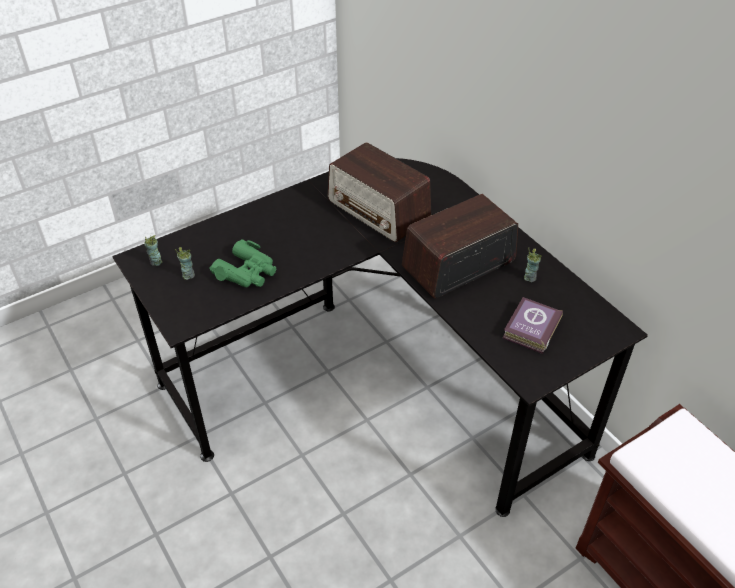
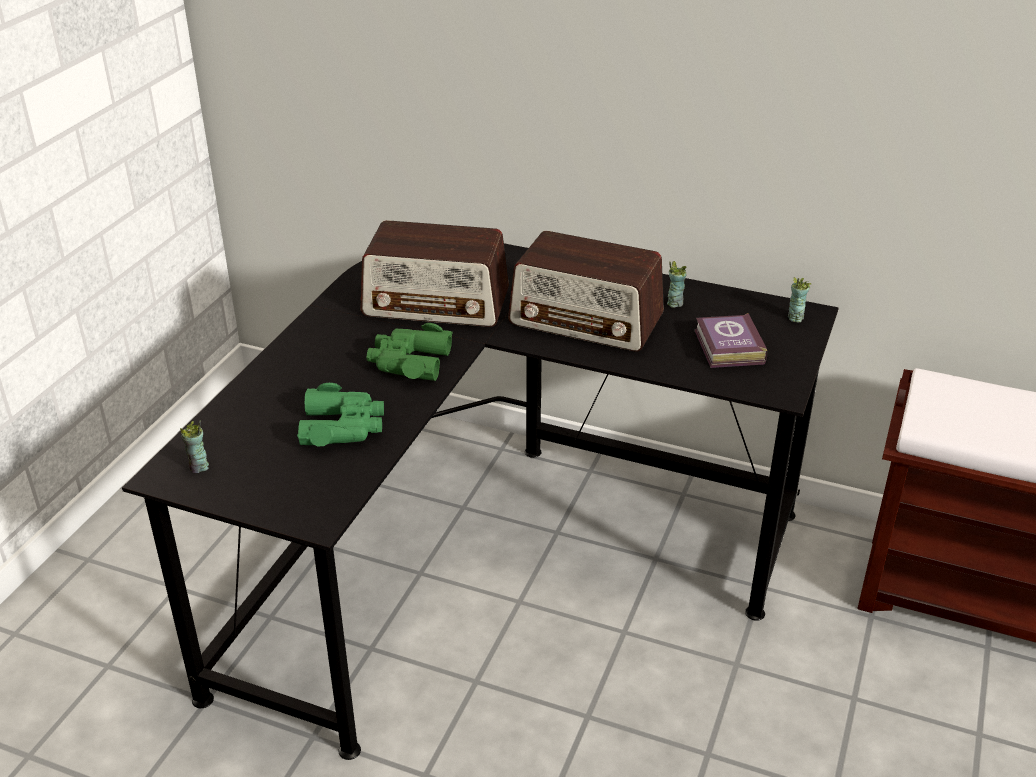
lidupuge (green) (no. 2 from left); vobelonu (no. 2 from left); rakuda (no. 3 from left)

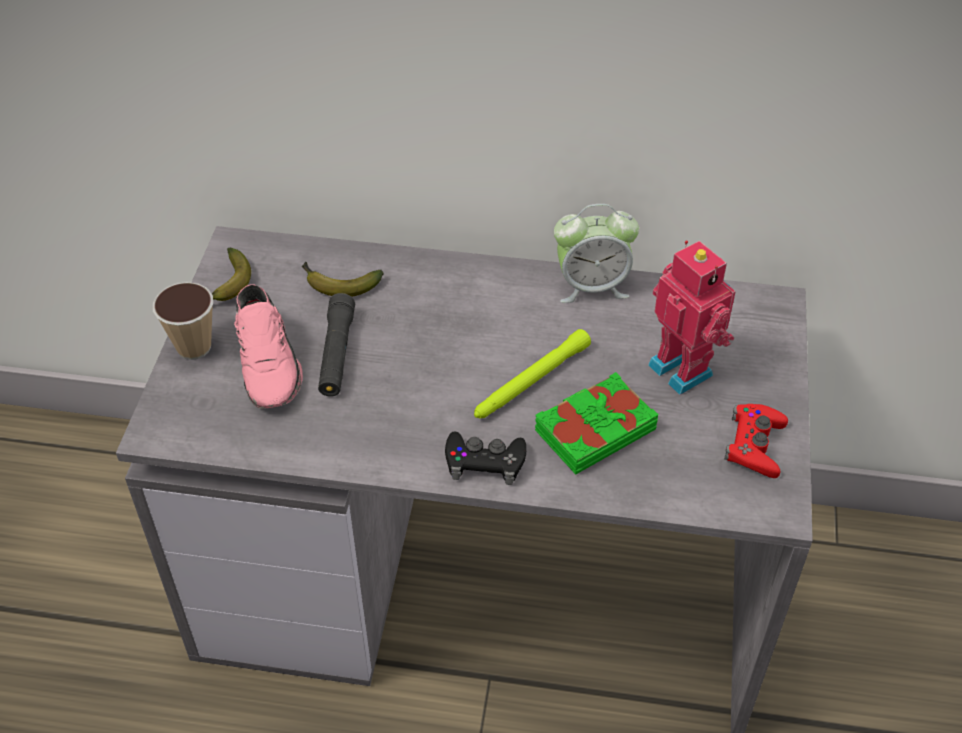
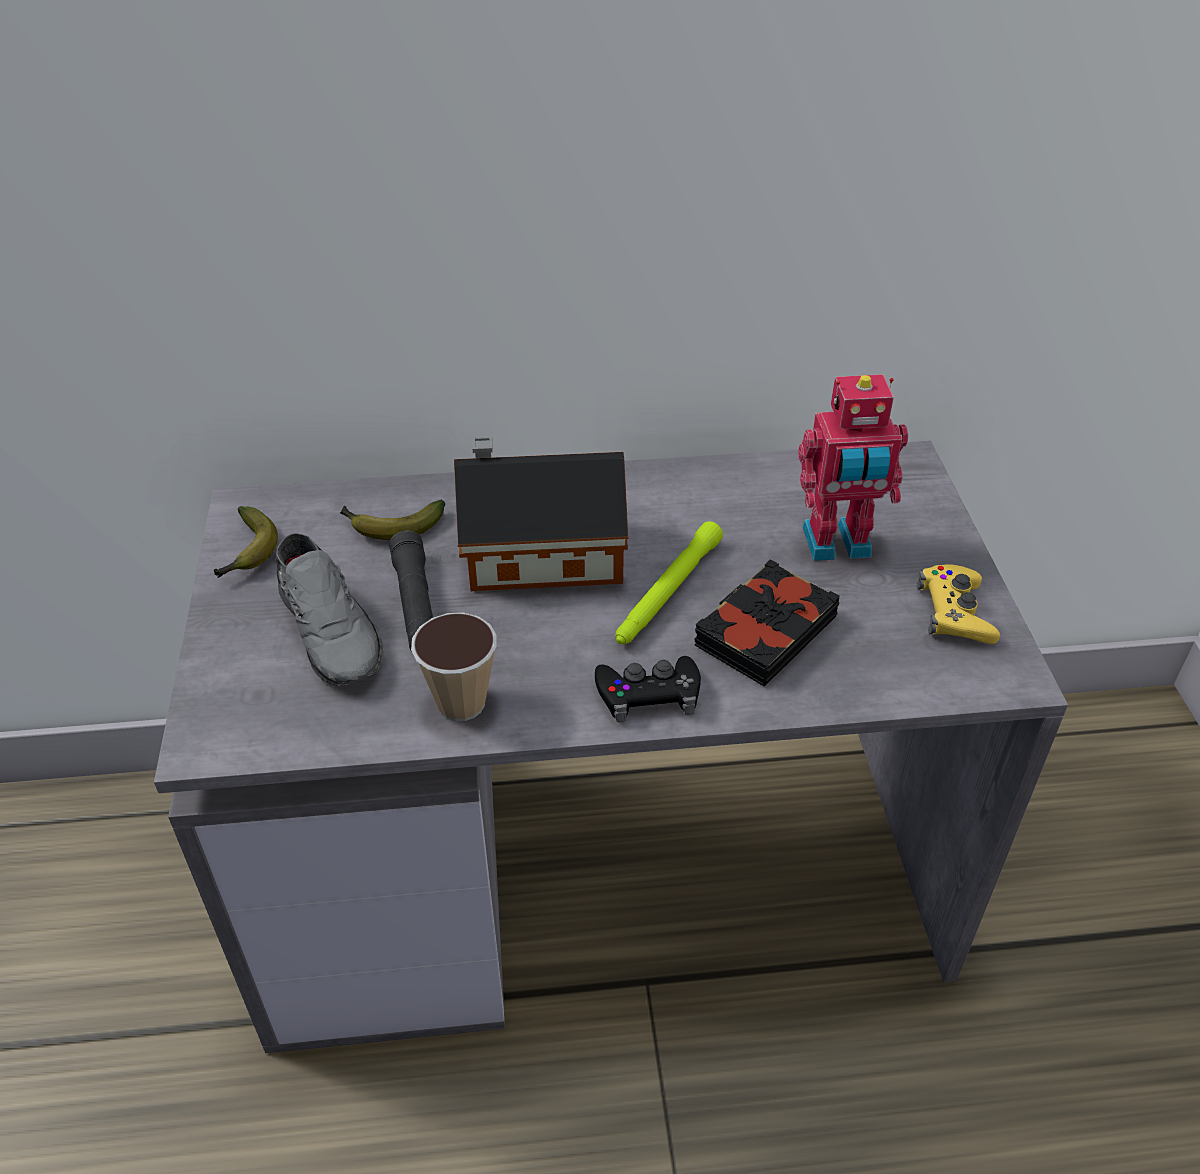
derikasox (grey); rakuda; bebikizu; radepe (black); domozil; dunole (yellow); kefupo

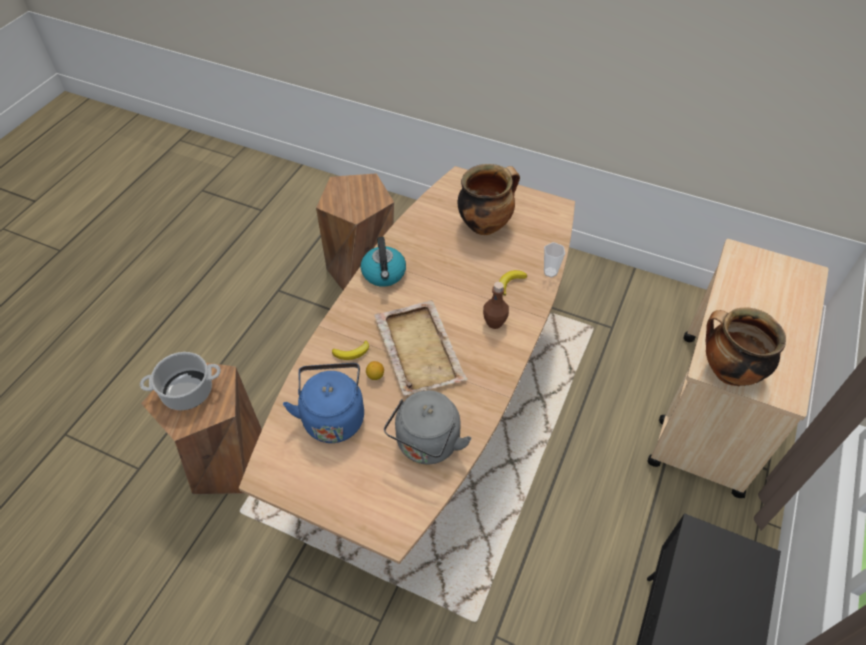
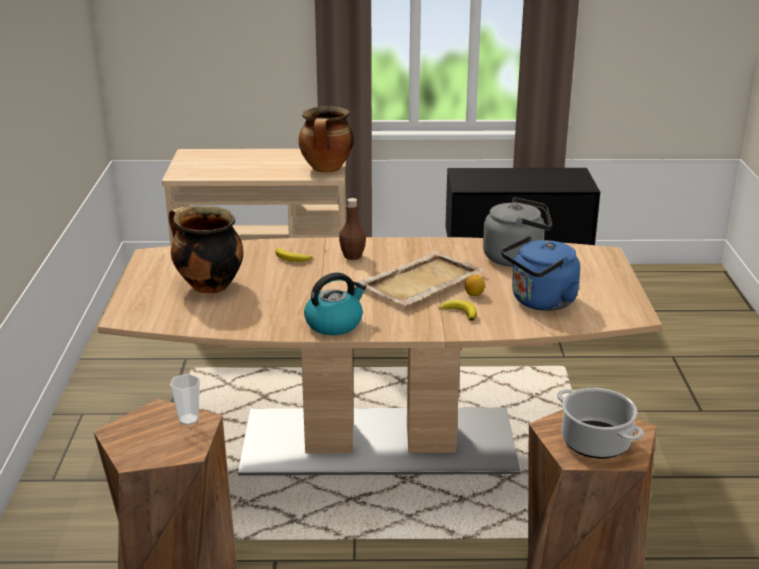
rakuda

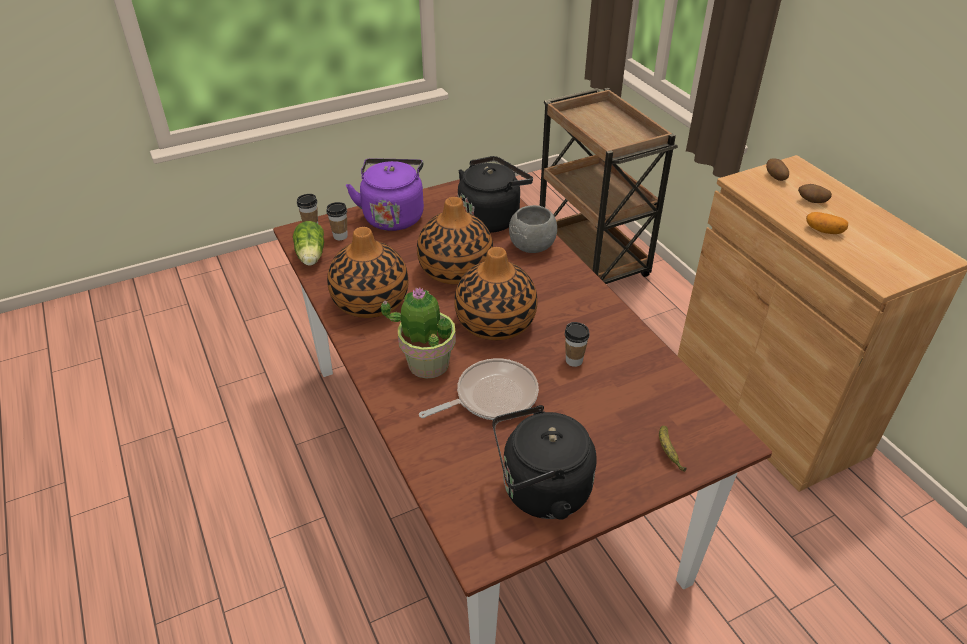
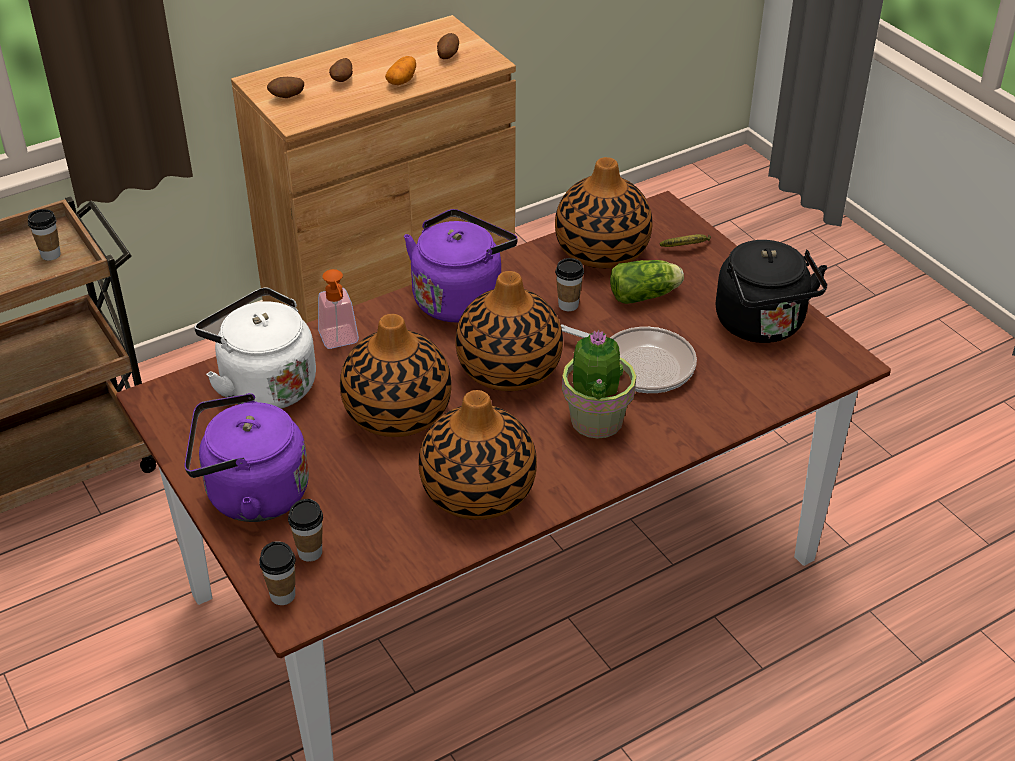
rakuda (no. 1 from left); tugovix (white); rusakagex; tugovix (purple) (no. 2 from left); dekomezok (no. 4 from left); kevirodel (no. 4 from left); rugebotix; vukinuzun

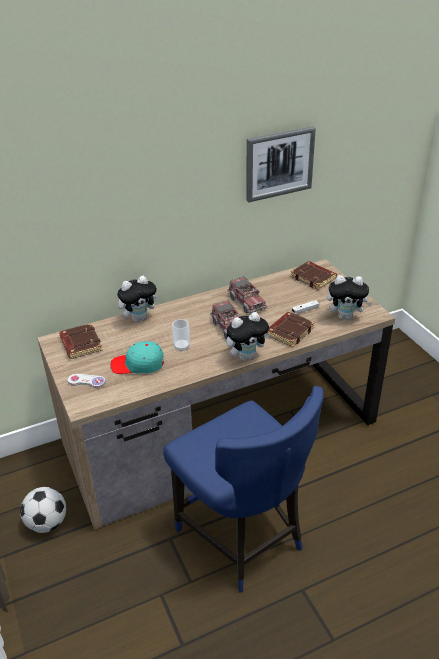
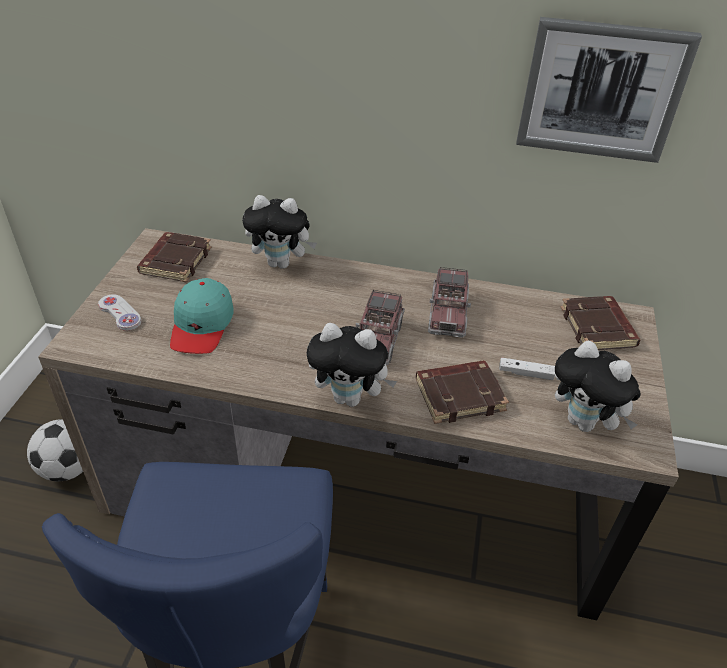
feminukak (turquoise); rakuda

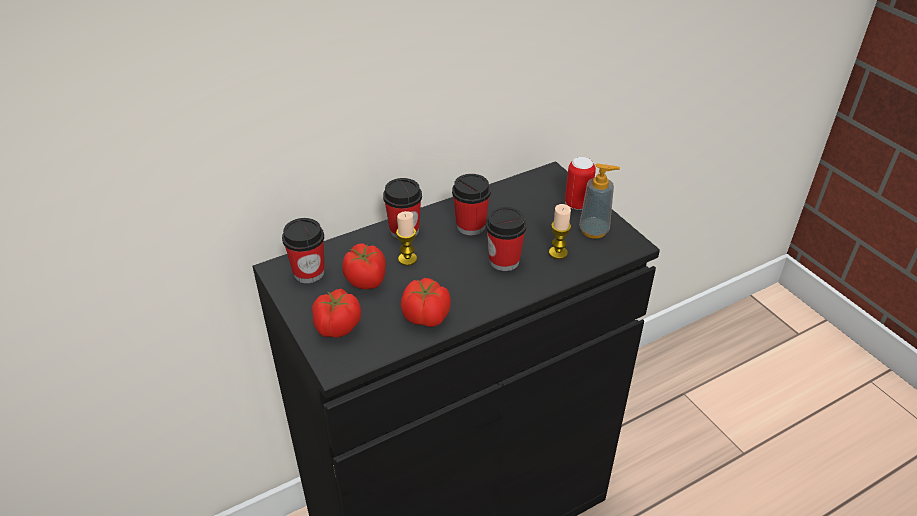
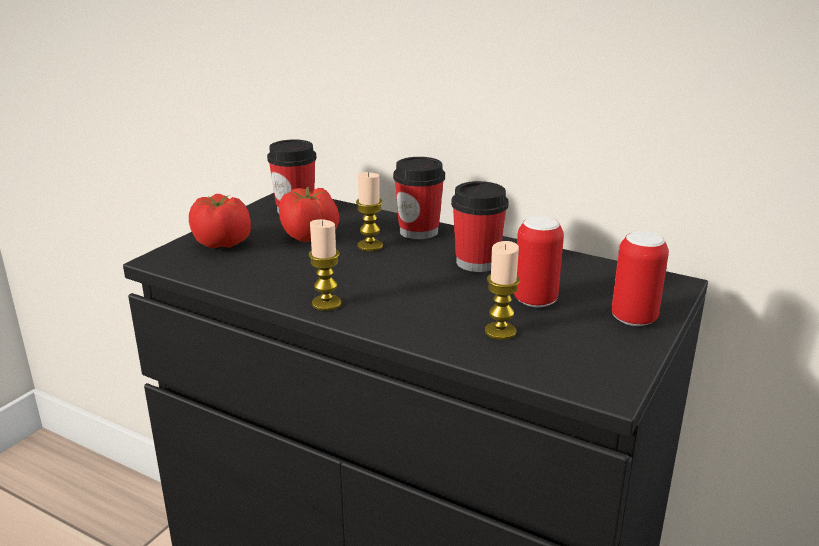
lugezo (no. 1 from left); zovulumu (no. 1 from left); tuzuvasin (no. 3 from left in the first image); rakuda (no. 4 from left in the first image); rusakagex

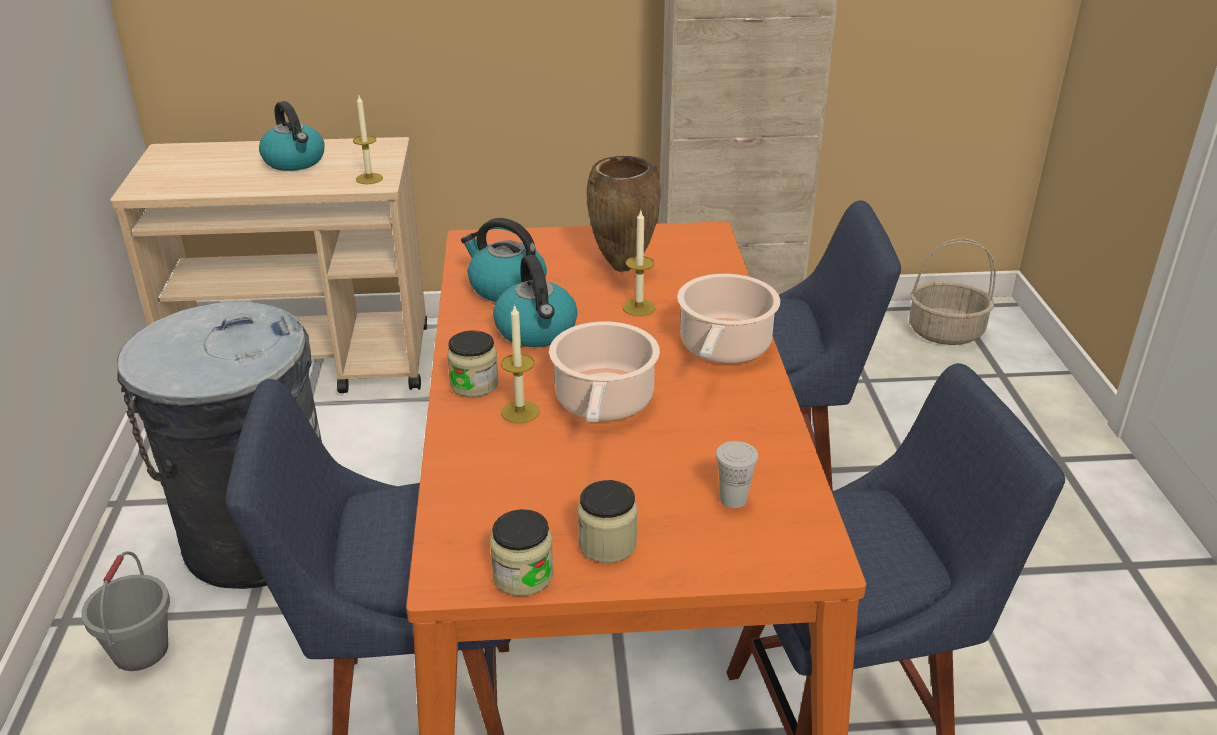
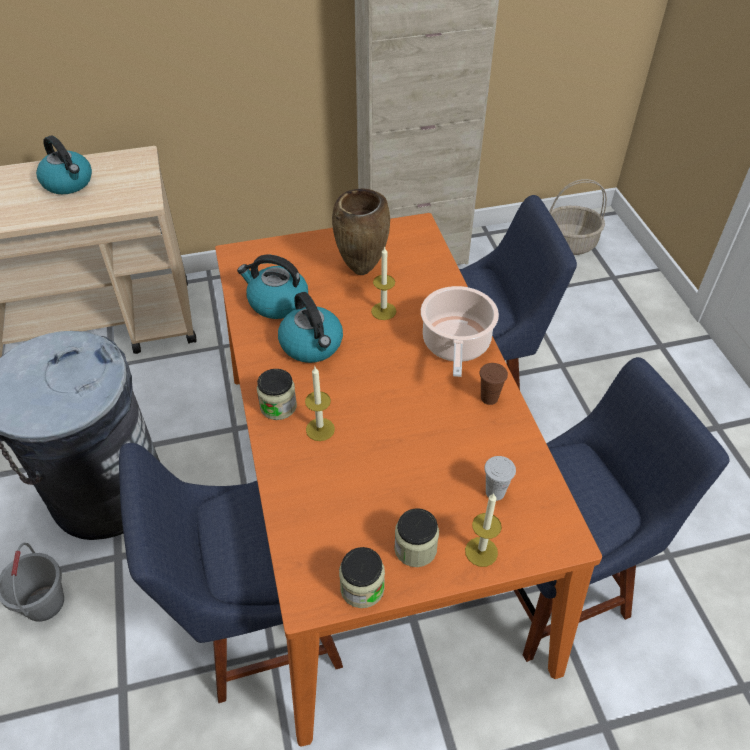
lugezo (no. 3 from left); rakuda (brown); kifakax (no. 1 from left in the first image)

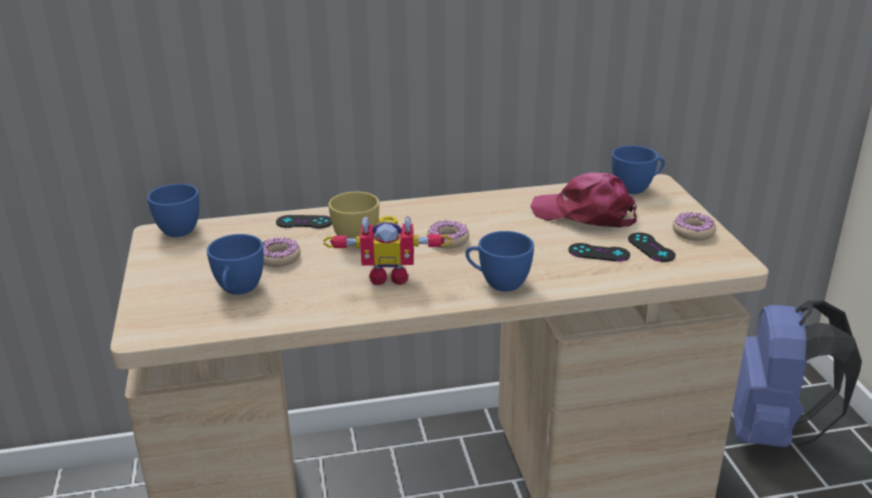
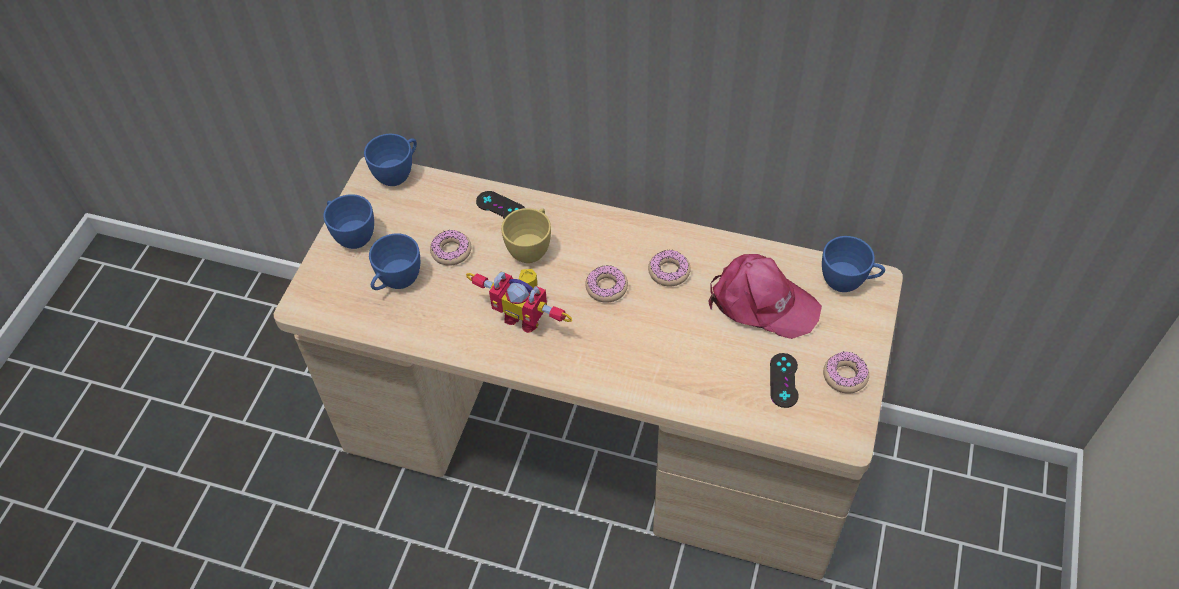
rakuda (blue) (no. 1 from left); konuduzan (no. 3 from left); feminukak (pink); dunole (black) (no. 2 from left in the first image); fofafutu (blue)

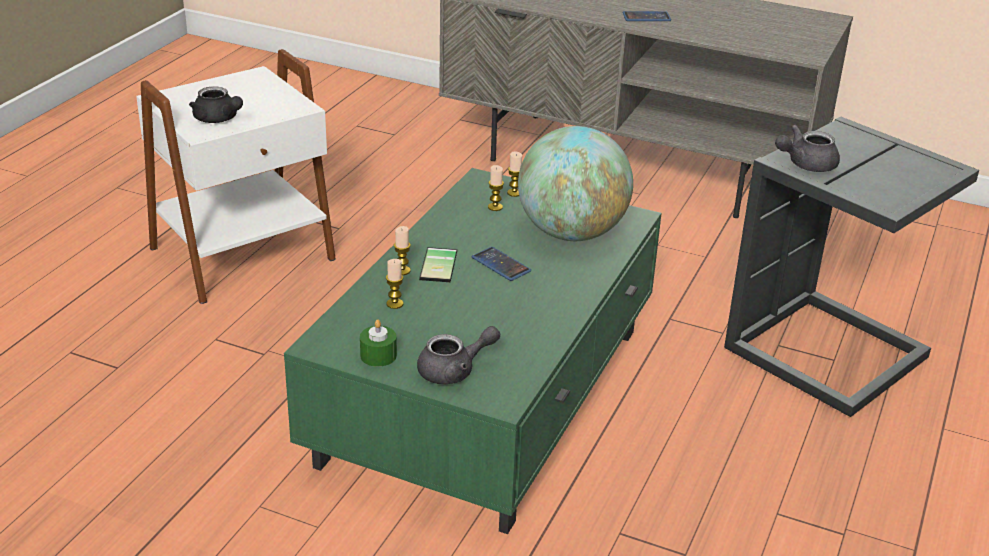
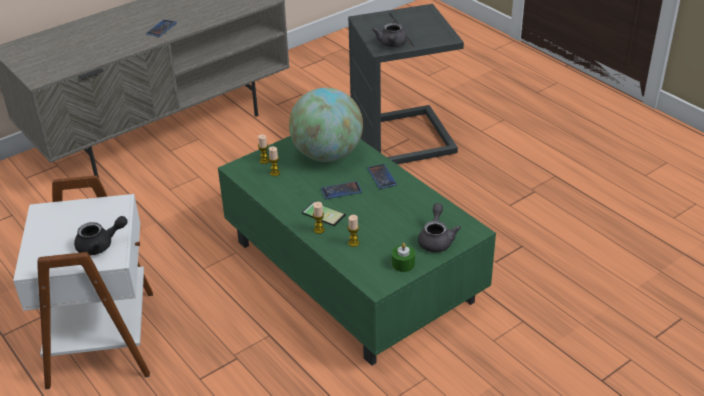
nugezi (no. 4 from left)

